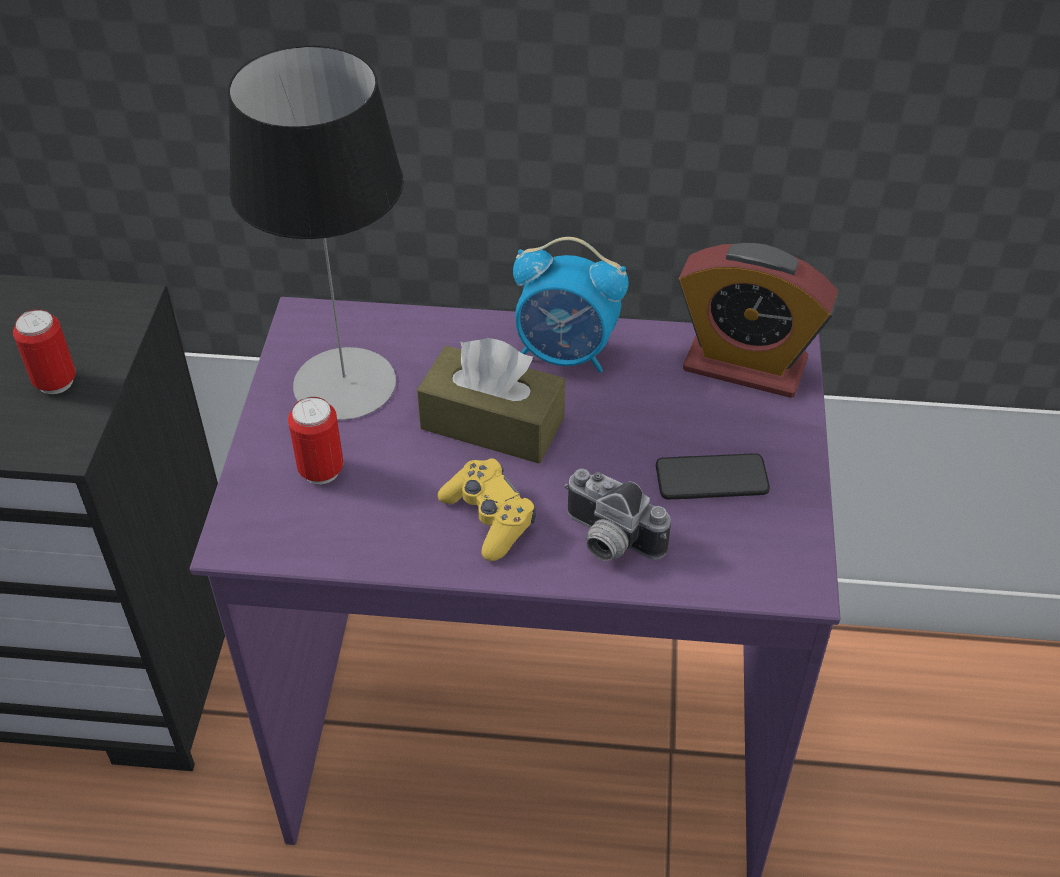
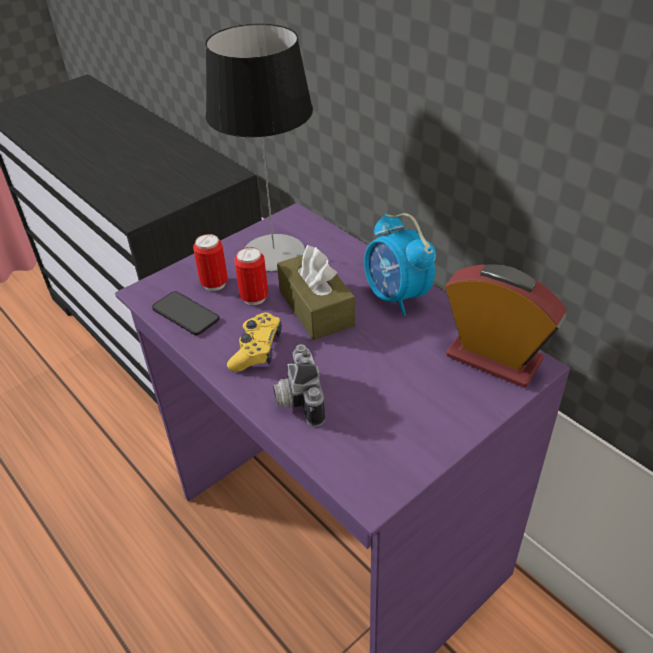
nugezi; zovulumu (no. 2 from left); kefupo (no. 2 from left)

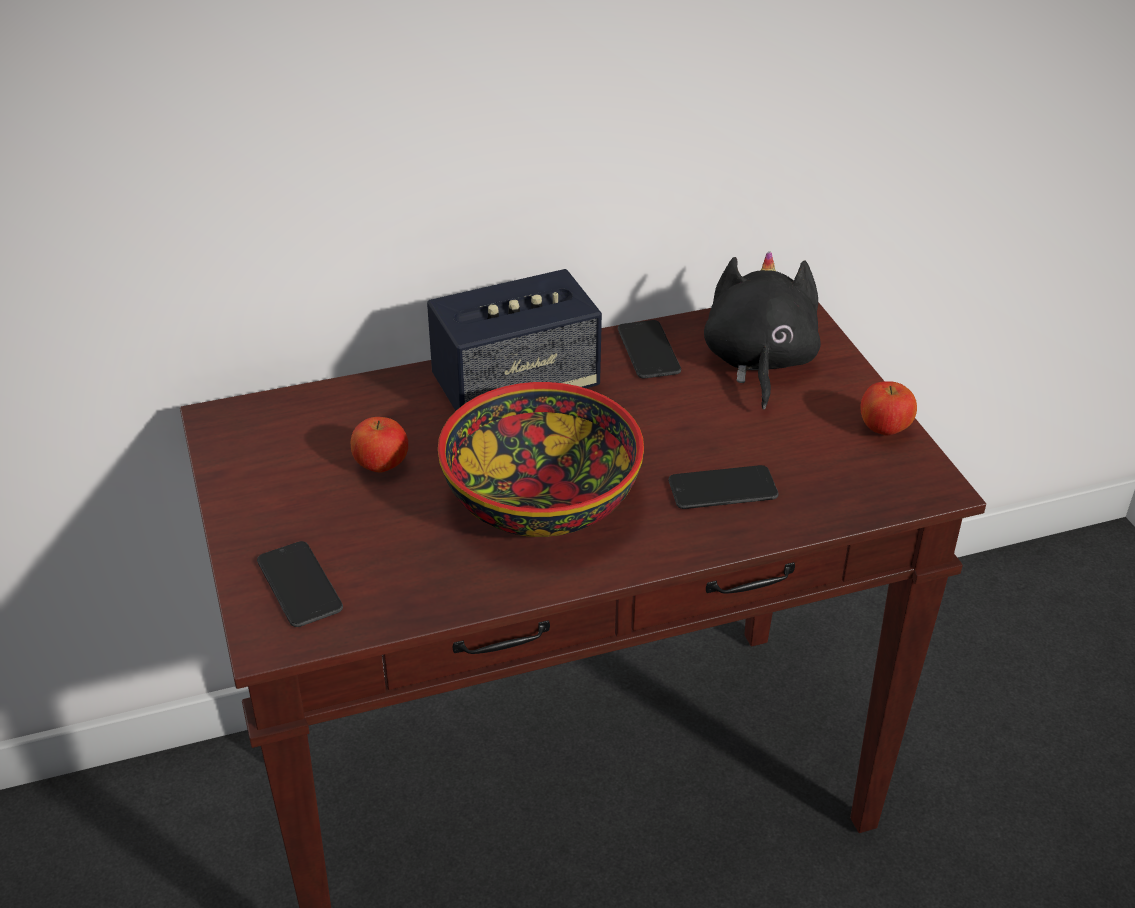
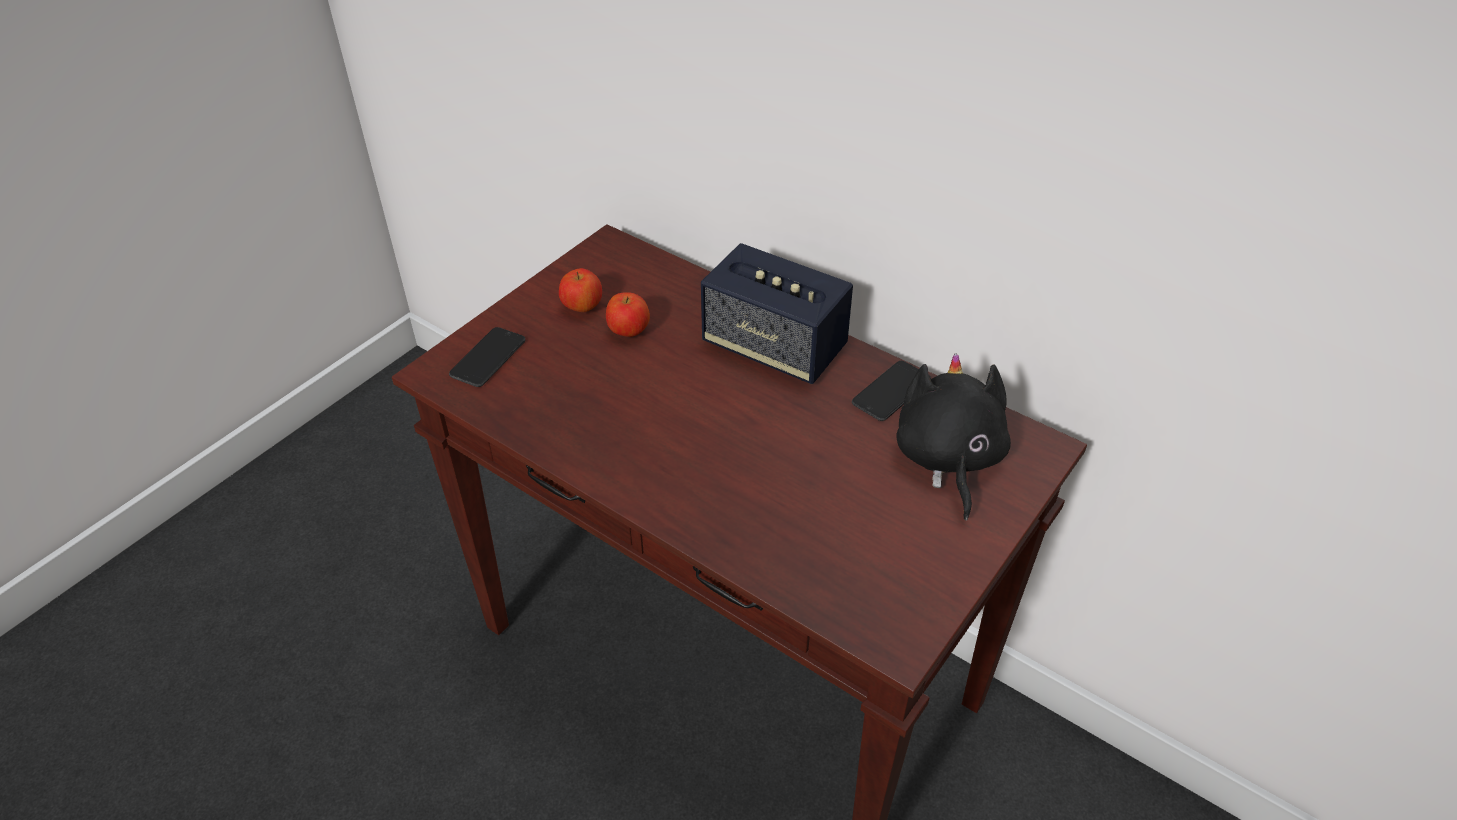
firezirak (no. 1 from left); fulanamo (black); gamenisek; nugezi (no. 3 from left in the first image)

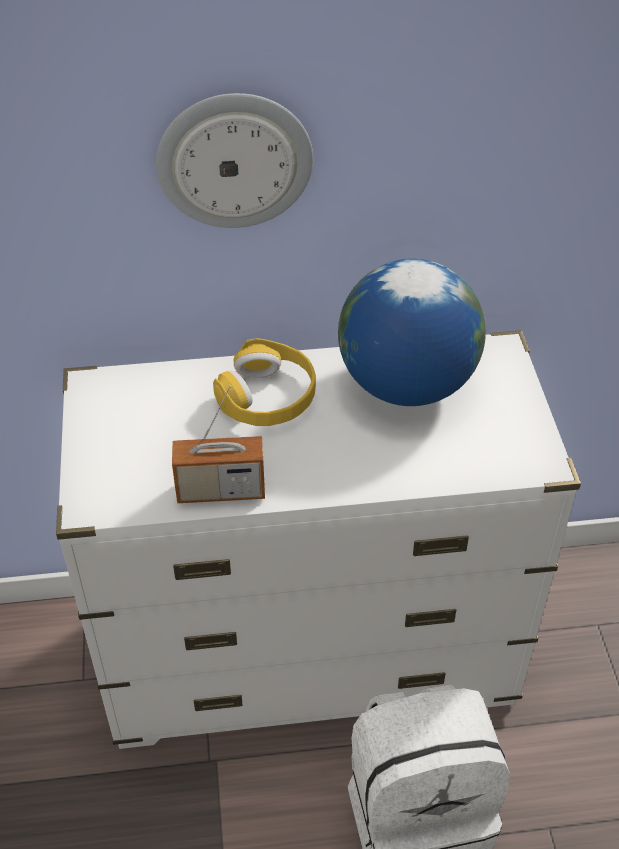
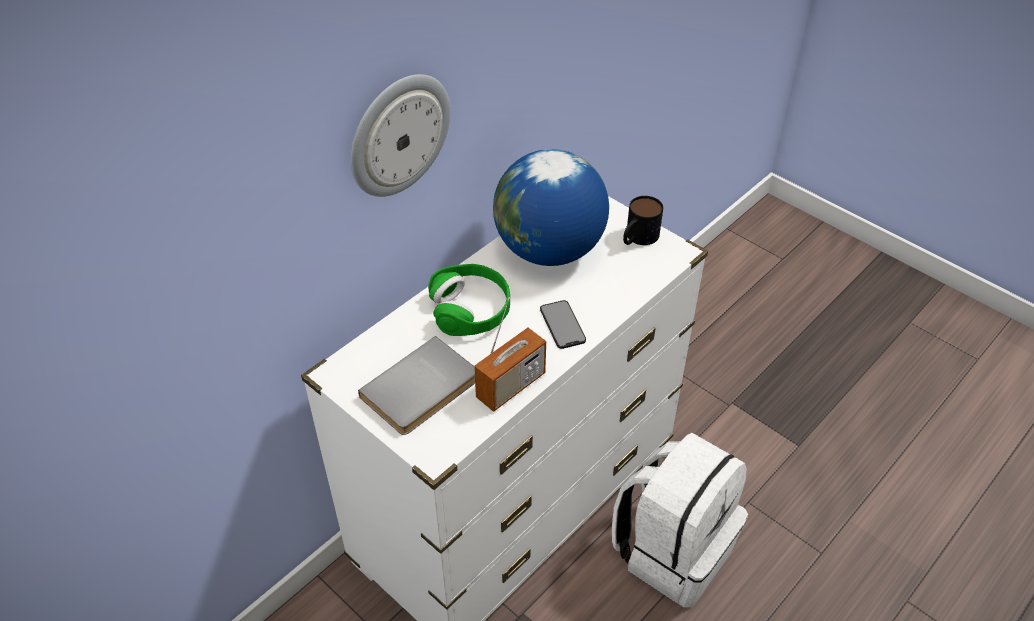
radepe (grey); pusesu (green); nugezi; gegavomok

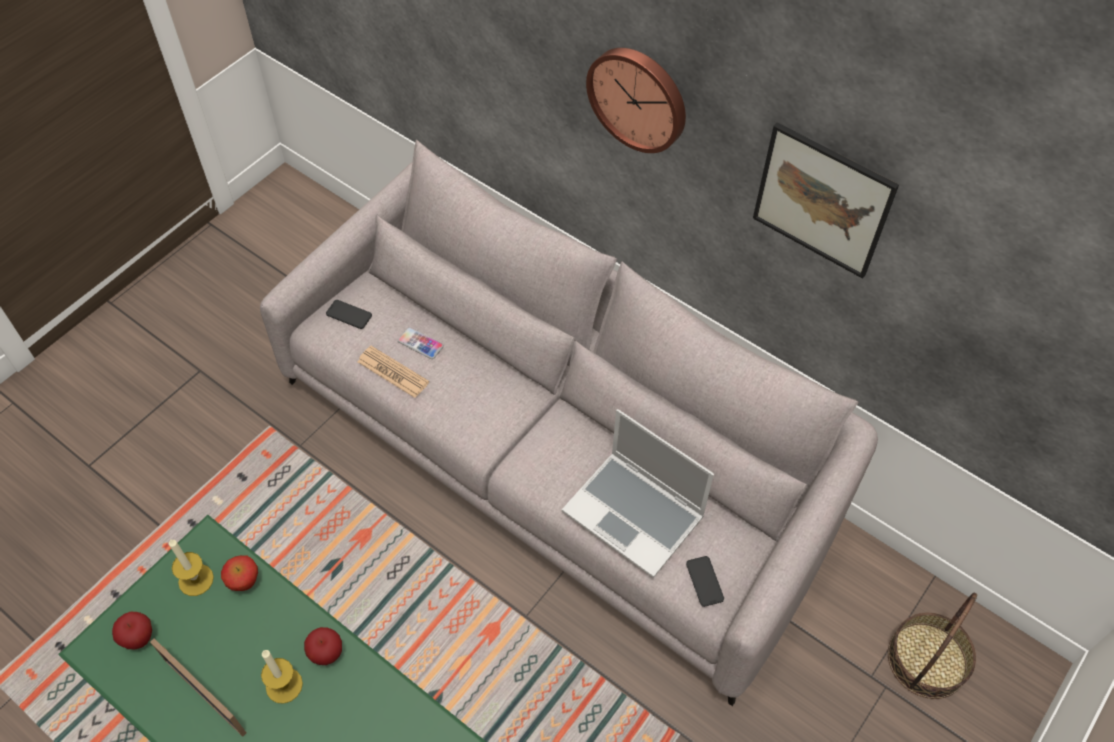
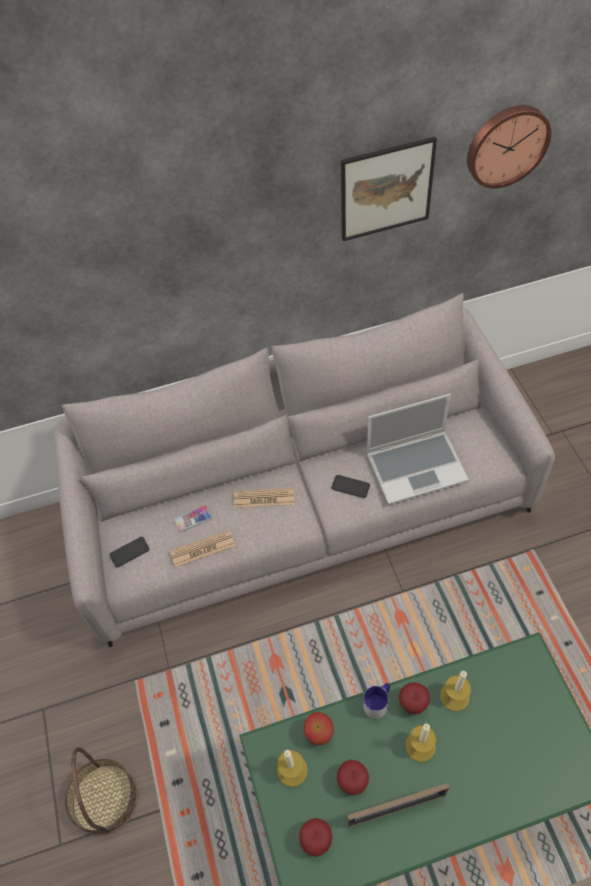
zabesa; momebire (no. 2 from left); nugezi (no. 3 from left); firezirak (no. 3 from left); gegavomok; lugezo (no. 3 from left); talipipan

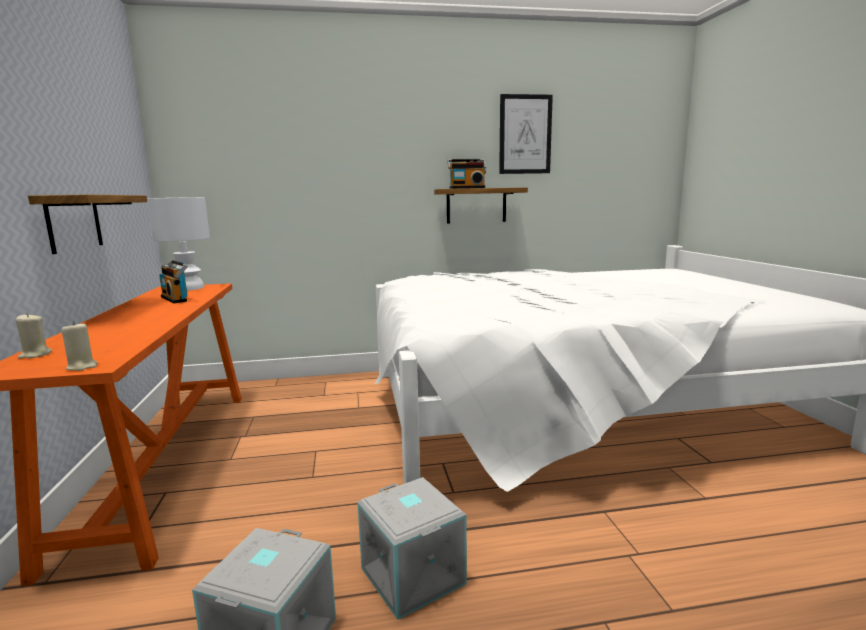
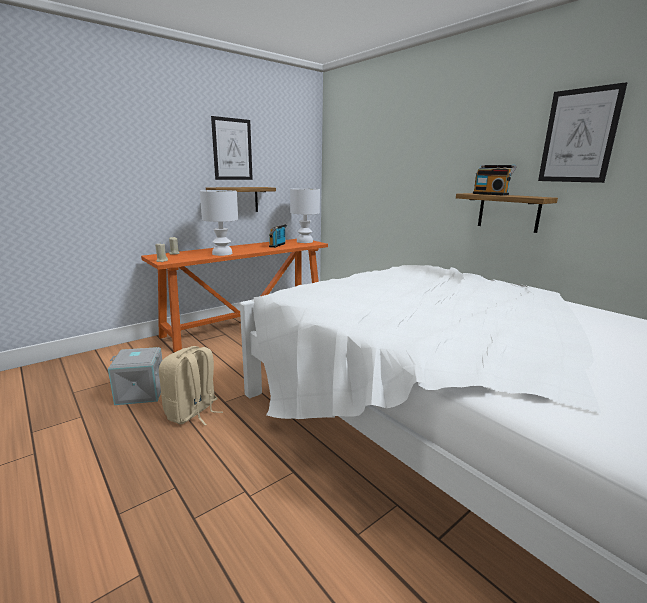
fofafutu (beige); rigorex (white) (no. 1 from left); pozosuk (no. 1 from left)

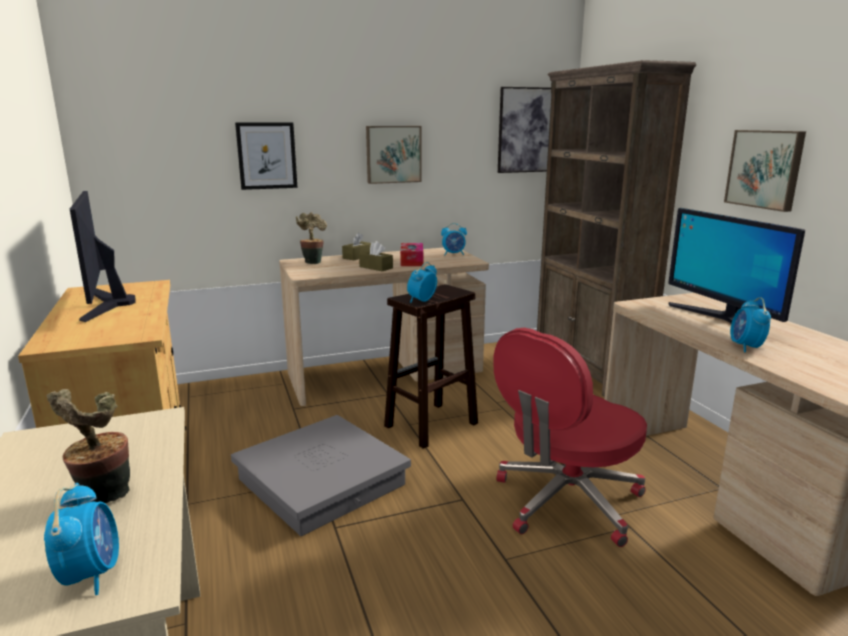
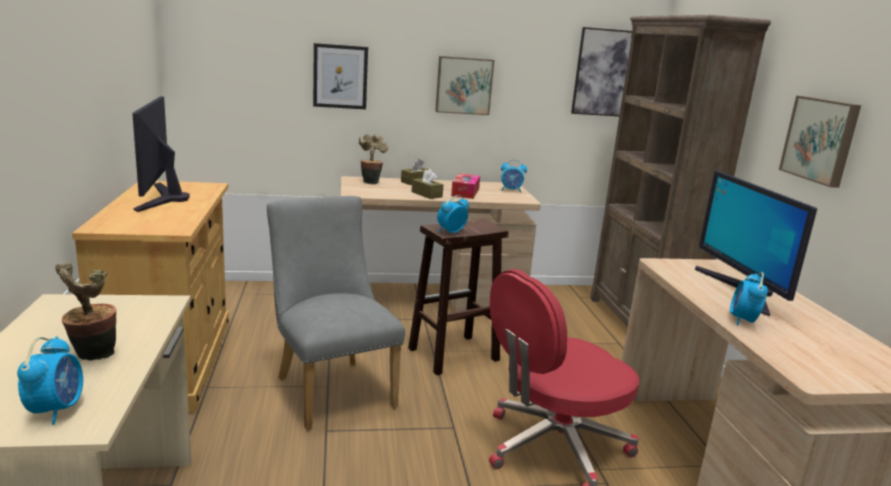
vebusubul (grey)

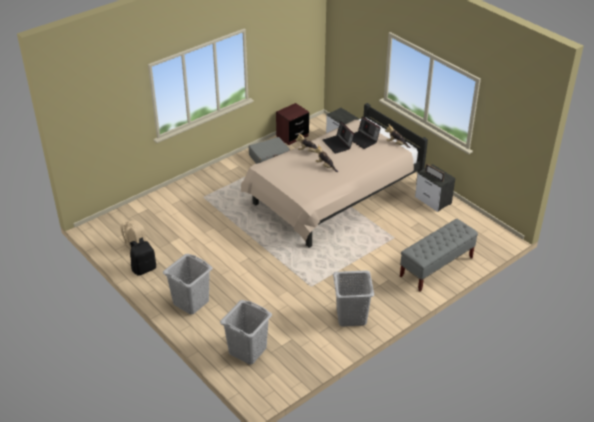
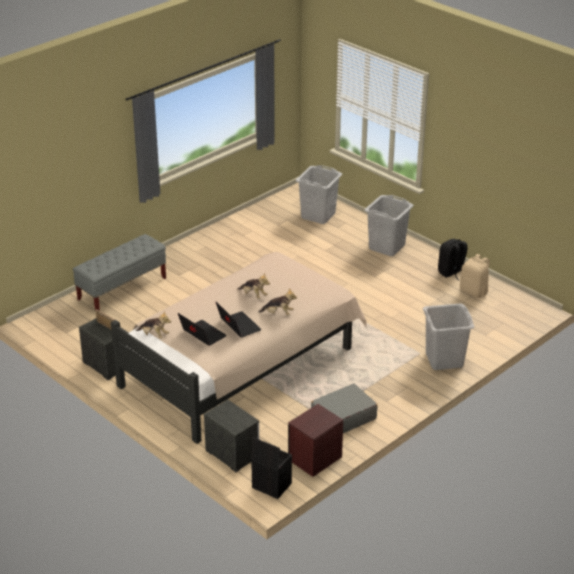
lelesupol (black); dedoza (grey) (no. 3 from left)

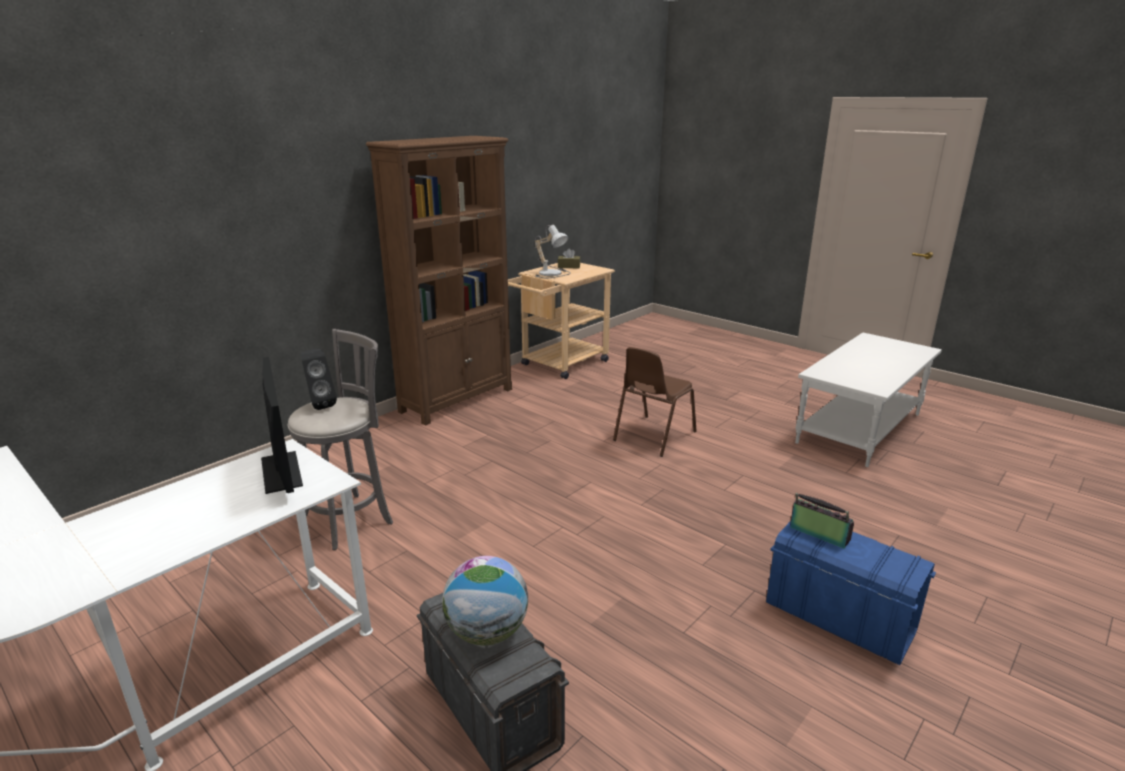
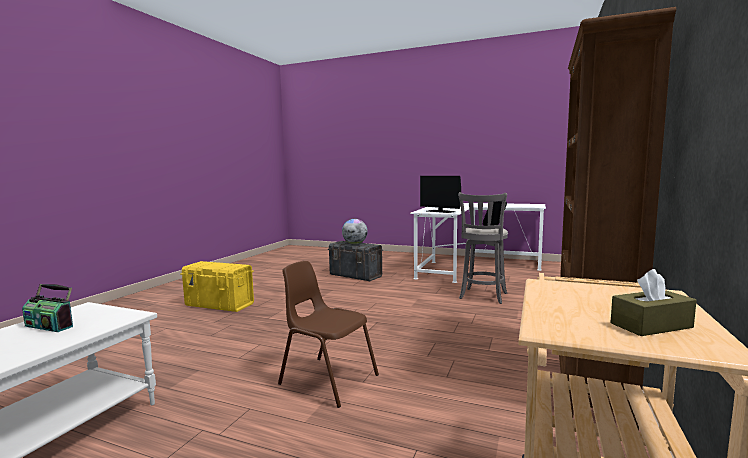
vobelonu; lelesupol (yellow); vebusubul (brown); rigorex

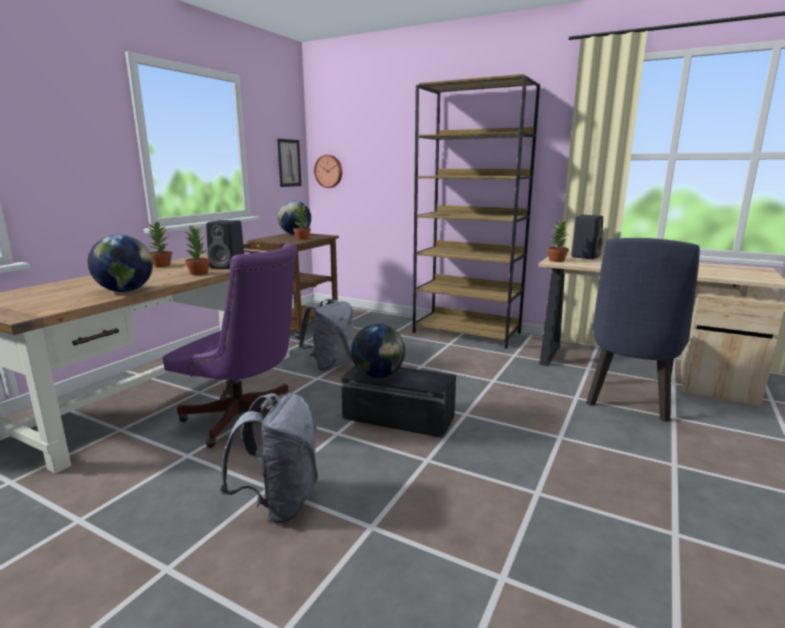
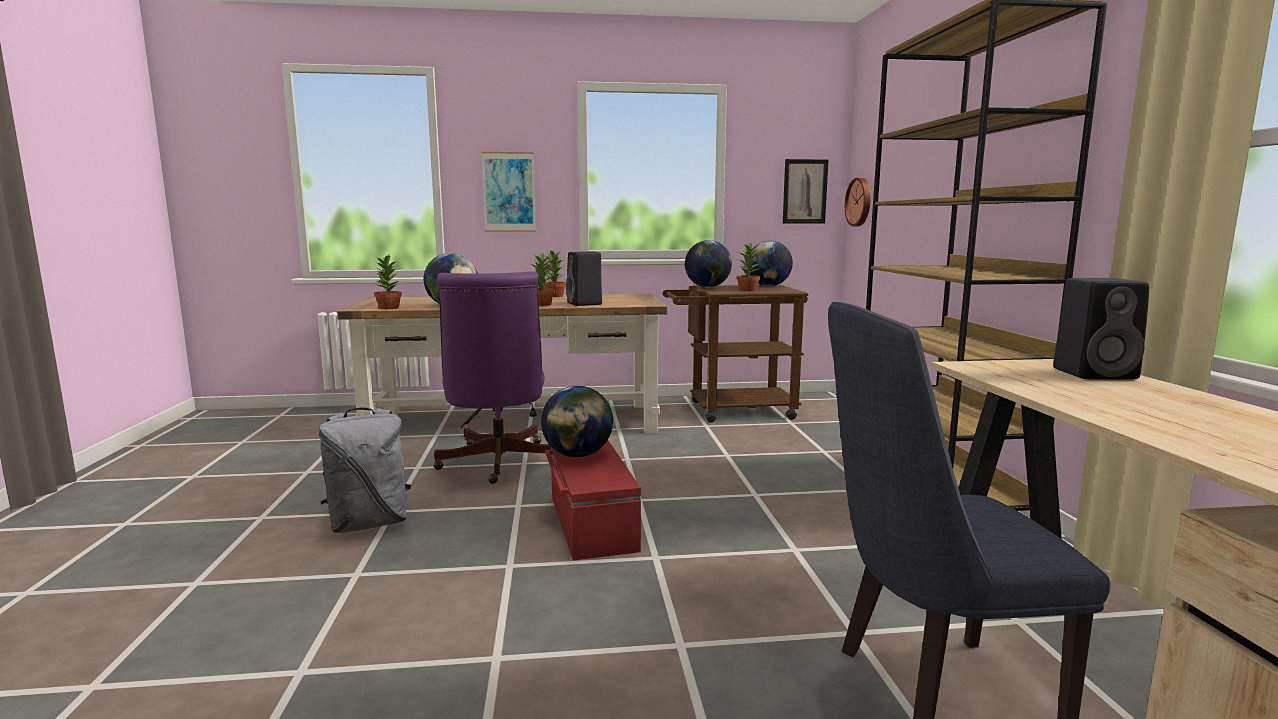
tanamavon (no. 1 from left); pozosuk (no. 1 from left); lelesupol (red); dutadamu (no. 3 from left); fofafutu (grey) (no. 2 from left in the first image)

